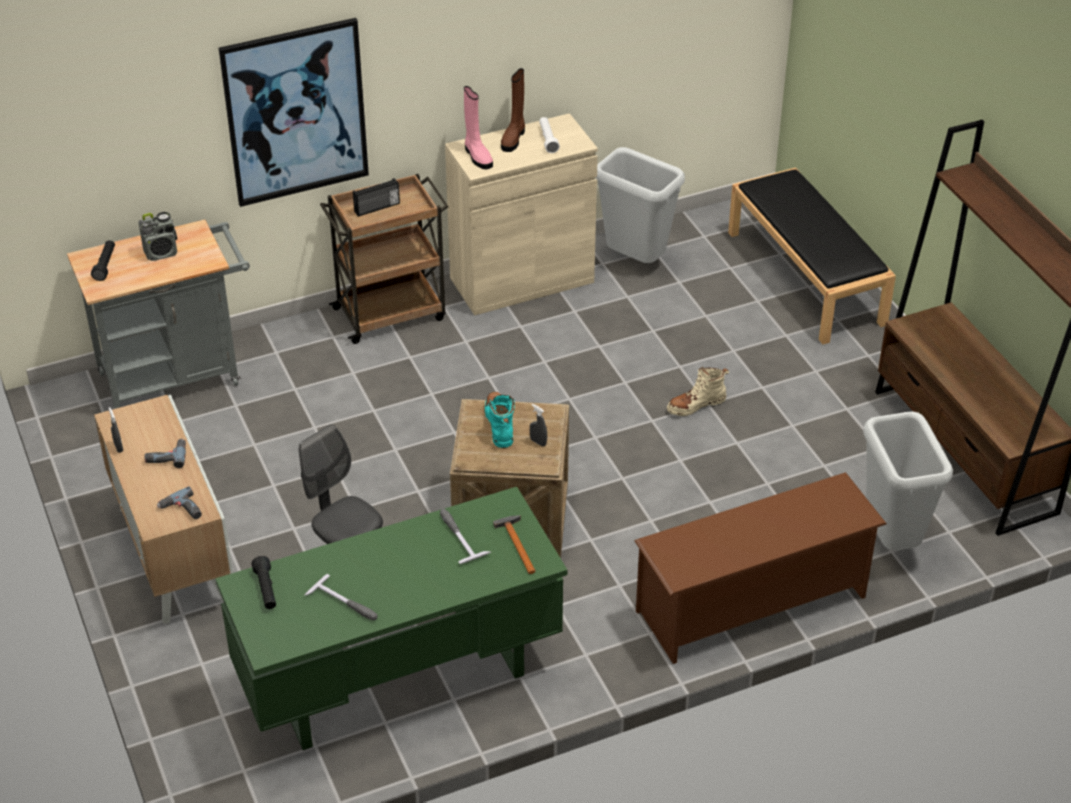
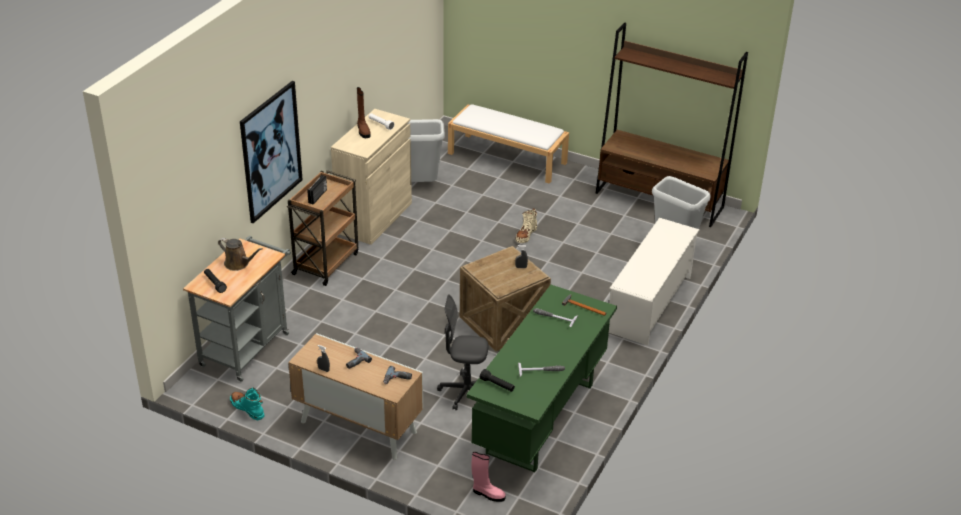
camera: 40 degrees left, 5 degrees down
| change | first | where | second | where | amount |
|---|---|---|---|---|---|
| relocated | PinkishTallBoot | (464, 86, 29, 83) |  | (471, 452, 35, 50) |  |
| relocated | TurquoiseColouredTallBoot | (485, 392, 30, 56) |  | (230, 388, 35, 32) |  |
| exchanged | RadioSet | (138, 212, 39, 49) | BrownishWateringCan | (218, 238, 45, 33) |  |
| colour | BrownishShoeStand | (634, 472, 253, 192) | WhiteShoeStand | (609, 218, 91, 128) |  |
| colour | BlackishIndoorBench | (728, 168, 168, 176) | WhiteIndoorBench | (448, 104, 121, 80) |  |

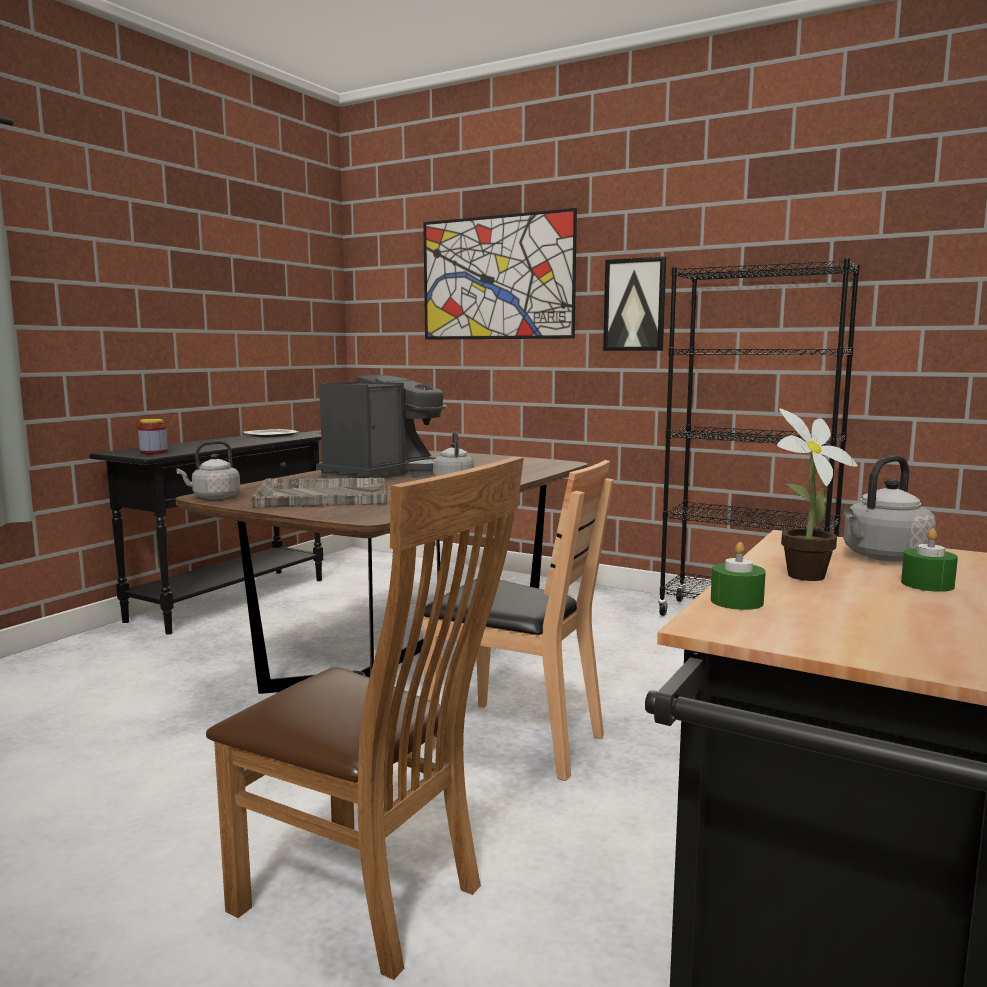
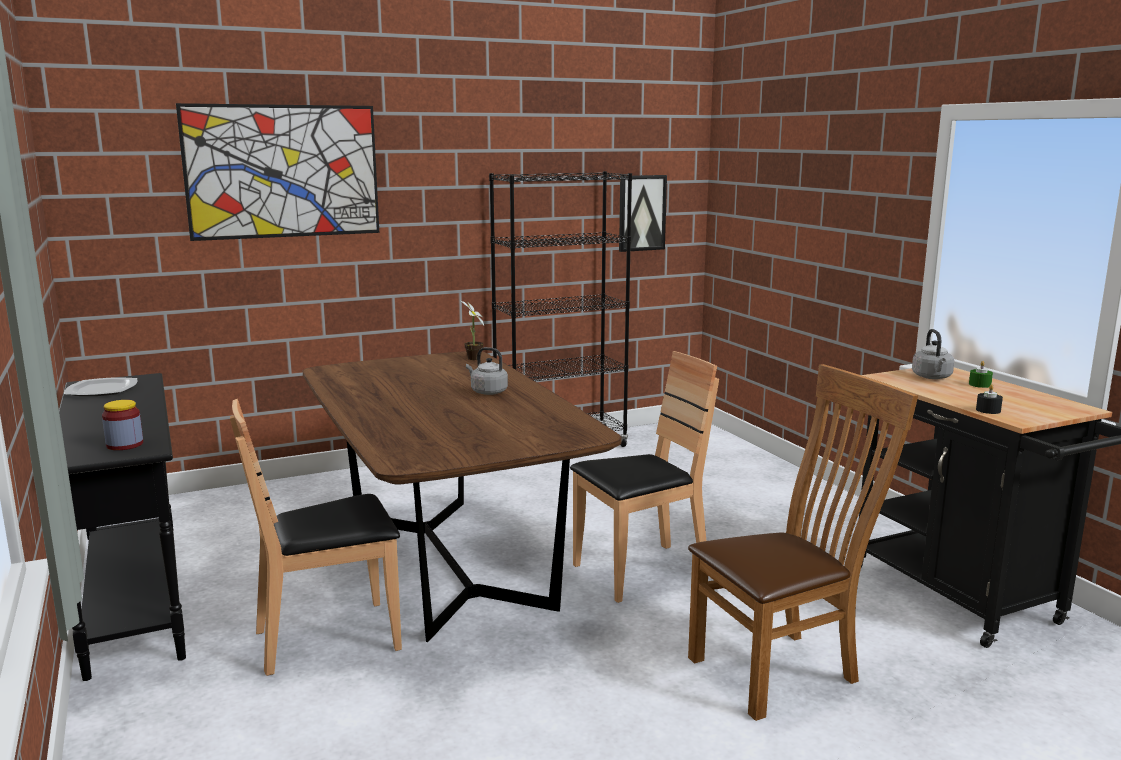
camera: 55 degrees left, 5 degrees up
| change | first | where | second | where | amount |
|---|---|---|---|---|---|
| missing | GreyishWaterKettle | (176, 441, 64, 58) |  |  |  |
| missing | GreyishCarryingTray | (250, 478, 137, 30) |  |  |  |
| missing | CoffeeMaker | (316, 375, 131, 103) |  |  |  |
| appeared |  |  | BrownishUprightChair | (230, 399, 172, 277) |  |
| relocated | WallPicture | (603, 256, 63, 95) |  | (619, 175, 48, 77) |  |
| relocated | PottedPlant | (777, 408, 81, 173) |  | (461, 301, 23, 59) |  |
| colour | GreenishCandle | (711, 542, 55, 68) | BlackishCandle | (976, 384, 27, 30) |  |

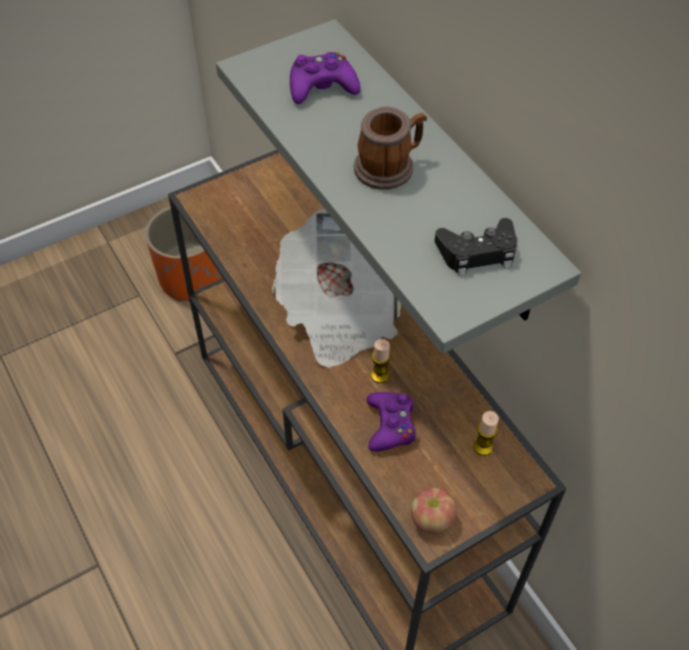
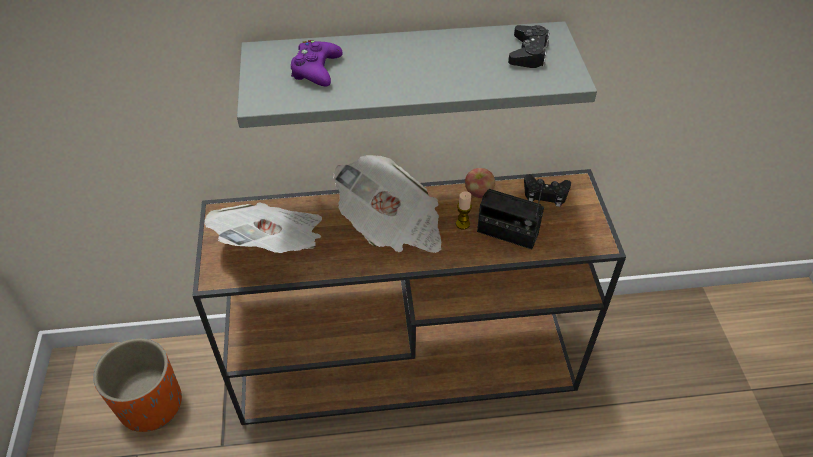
camera: 65 degrees left, 5 degrees down
| change | first | where | second | where | amount |
|---|---|---|---|---|---|
| missing | Mug | (354, 106, 73, 84) |  |  |  |
| appeared |  |  | PrintedPaper | (204, 203, 118, 50) |  |
| relocated | WholeApple | (411, 488, 46, 46) |  | (465, 168, 30, 30) |  |
| exchanged | PurpleColouredJoypad | (367, 392, 49, 60) | RadioSet | (477, 184, 67, 65) |  |
| exchanged | Candle | (473, 411, 26, 45) | BlackishJoypad | (524, 174, 47, 33) |  |

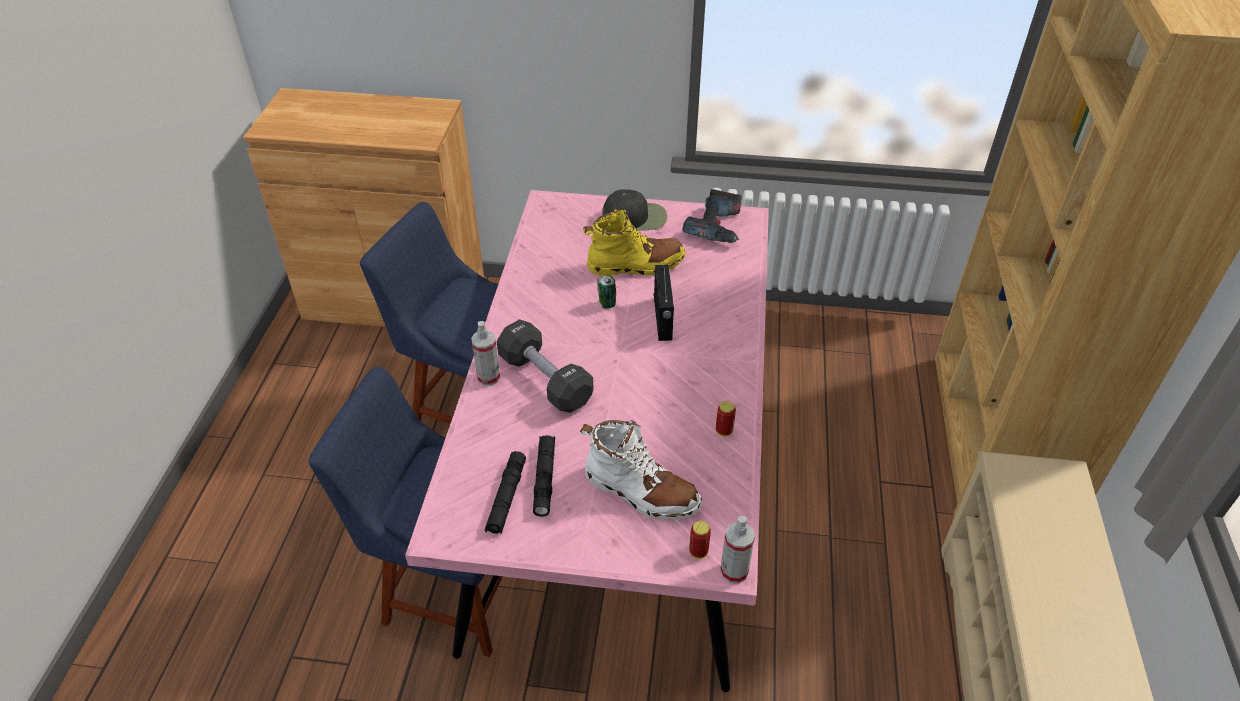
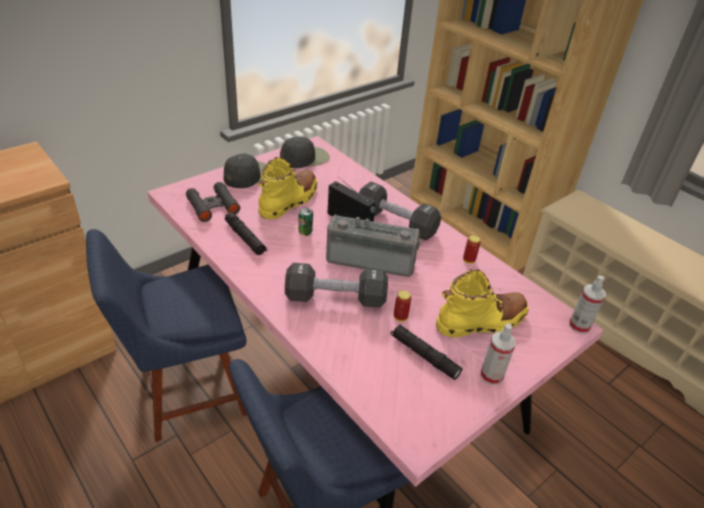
camera: 50 degrees left, 5 degrees down
| change | first | where | second | where | amount |
|---|---|---|---|---|---|
| appeared |  |  | BlackishBinoculars | (186, 182, 54, 40) |  |
| appeared |  |  | RadioSet | (326, 215, 95, 62) |  |
| appeared |  |  | BlackishHandWeight | (359, 182, 82, 58) |  |
| relocated | Sprayer | (471, 321, 29, 65) |  | (481, 323, 35, 62) |  |
| relocated | BlackishHandTorch | (485, 451, 41, 84) |  | (225, 212, 42, 43) |  |
| relocated | SealedCan | (689, 521, 22, 38) |  | (394, 290, 17, 31) |  |
| exchanged | Drill | (682, 189, 59, 54) | BlackishBaseballCap | (280, 137, 50, 31) |  |
| colour | WhiteTallBoot | (580, 420, 122, 101) | YellowishTallBoot | (436, 269, 93, 69) |  |

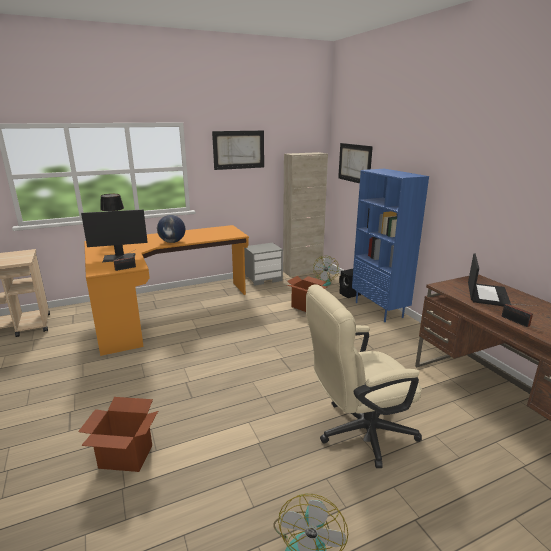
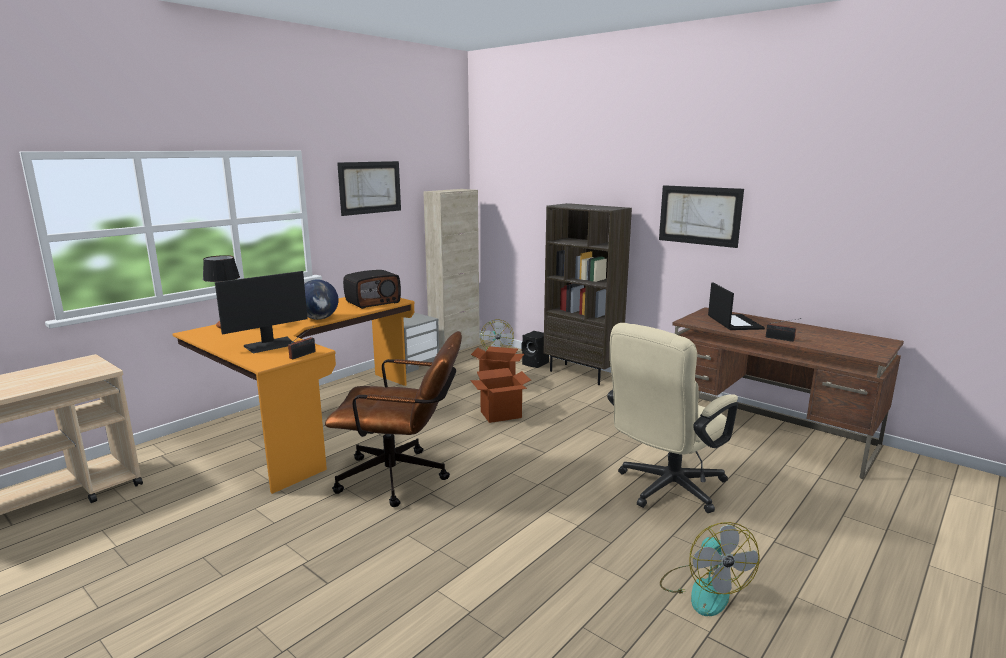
camera: 25 degrees left, 5 degrees down
| change | first | where | second | where | amount |
|---|---|---|---|---|---|
| appeared |  |  | BrownishOfficeChair | (325, 331, 137, 176) |  |
| appeared |  |  | RadioSet | (343, 270, 58, 39) |  |
| relocated | Carton | (78, 397, 80, 75) |  | (470, 368, 61, 55) |  |
| relocated | WallPicture | (338, 143, 35, 41) |  | (659, 185, 85, 63) |  |
| colour | BlueBookshelf | (352, 169, 77, 153) | BrownishBookshelf | (543, 203, 89, 182) |  |

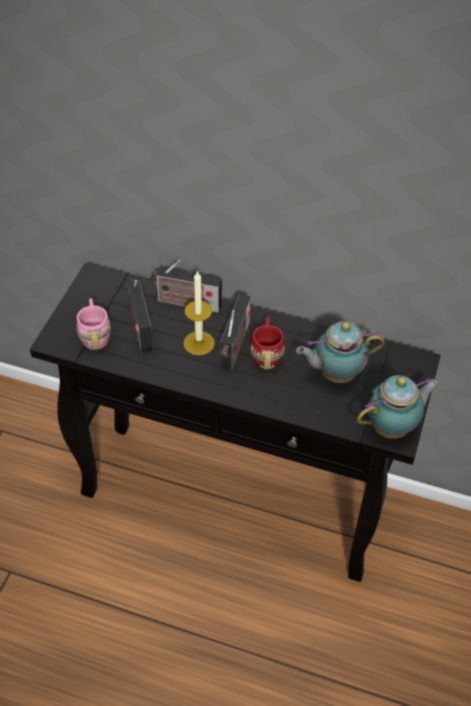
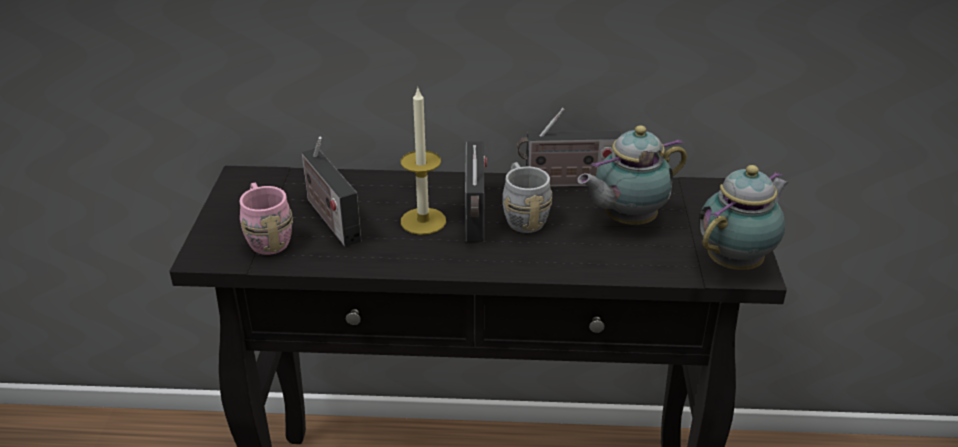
camera: 15 degrees left, 15 degrees down
| change | first | where | second | where | amount |
|---|---|---|---|---|---|
| relocated | RadioSet | (150, 259, 72, 54) |  | (517, 108, 104, 79) |  |
| colour | ReddishMug | (250, 317, 35, 53) | GreyishMug | (503, 162, 49, 71) |  |

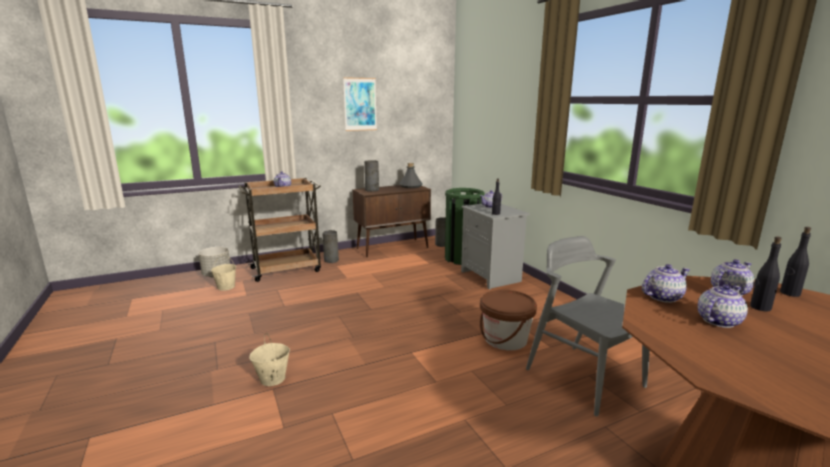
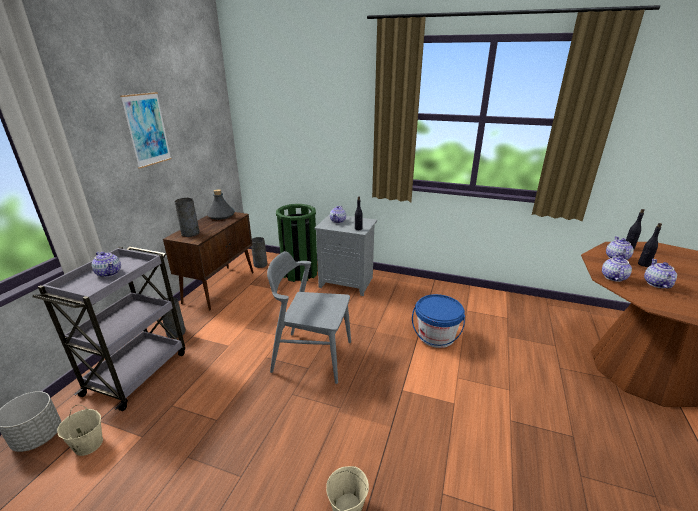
camera: 45 degrees left, 10 degrees up
| change | first | where | second | where | amount |
|---|---|---|---|---|---|
| relocated | GreyishUprightChair | (526, 236, 124, 181) |  | (267, 251, 84, 133) |  |
| colour | BrownishTrolley | (238, 178, 83, 104) | GreyishTrolley | (33, 246, 152, 165) |  |
| colour | BrownishPail | (480, 290, 57, 61) | BluePail | (412, 294, 53, 54) |  |

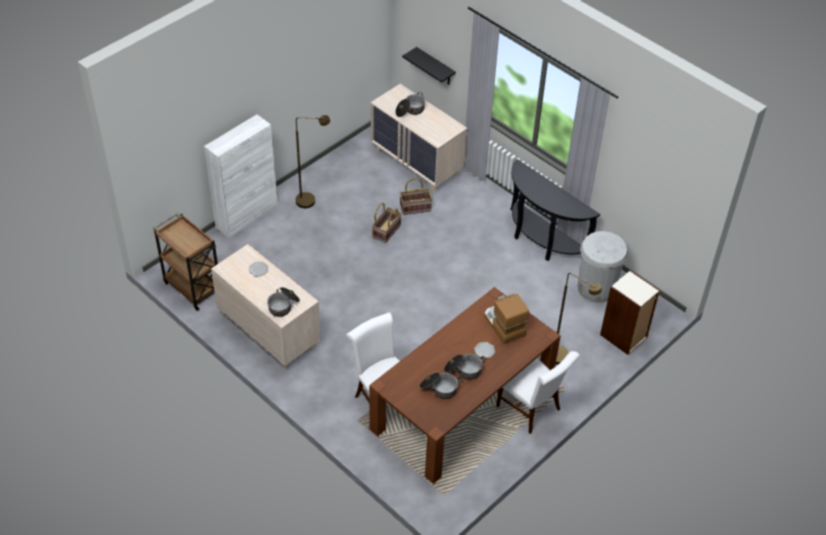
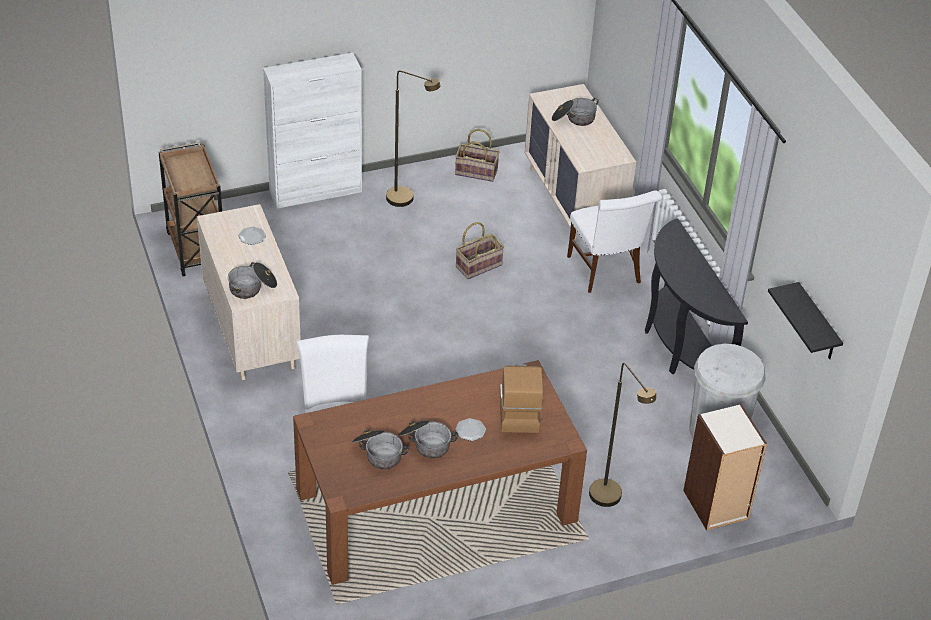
camera: 25 degrees right, 5 degrees down
| change | first | where | second | where | amount |
|---|---|---|---|---|---|
| relocated | Basket | (400, 178, 32, 37) |  | (455, 129, 45, 53) |  |
| relocated | BlackishWallShelf | (402, 47, 54, 37) |  | (768, 282, 75, 77) |  |
| relocated | WhiteUprightChair | (496, 351, 84, 83) |  | (567, 190, 95, 103) |  |

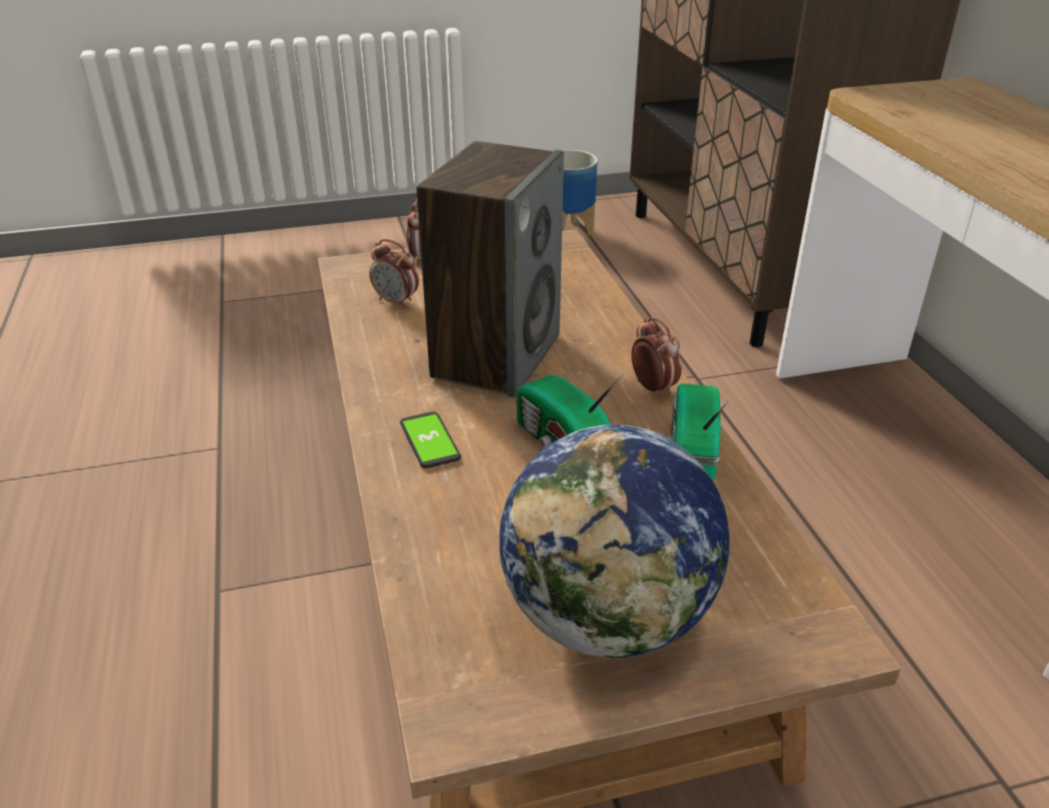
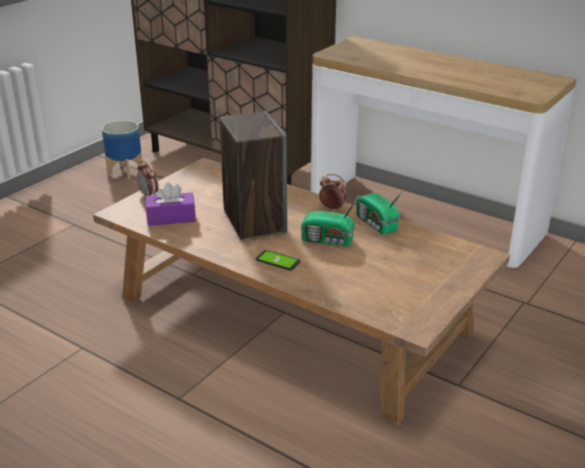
camera: 40 degrees left, 5 degrees down
| change | first | where | second | where | amount |
|---|---|---|---|---|---|
| missing | Globe | (499, 425, 231, 233) |  |  |  |
| exchanged | TableClock | (370, 239, 49, 69) | PurpleColouredBoxOfTissues | (146, 182, 50, 44) |  |

